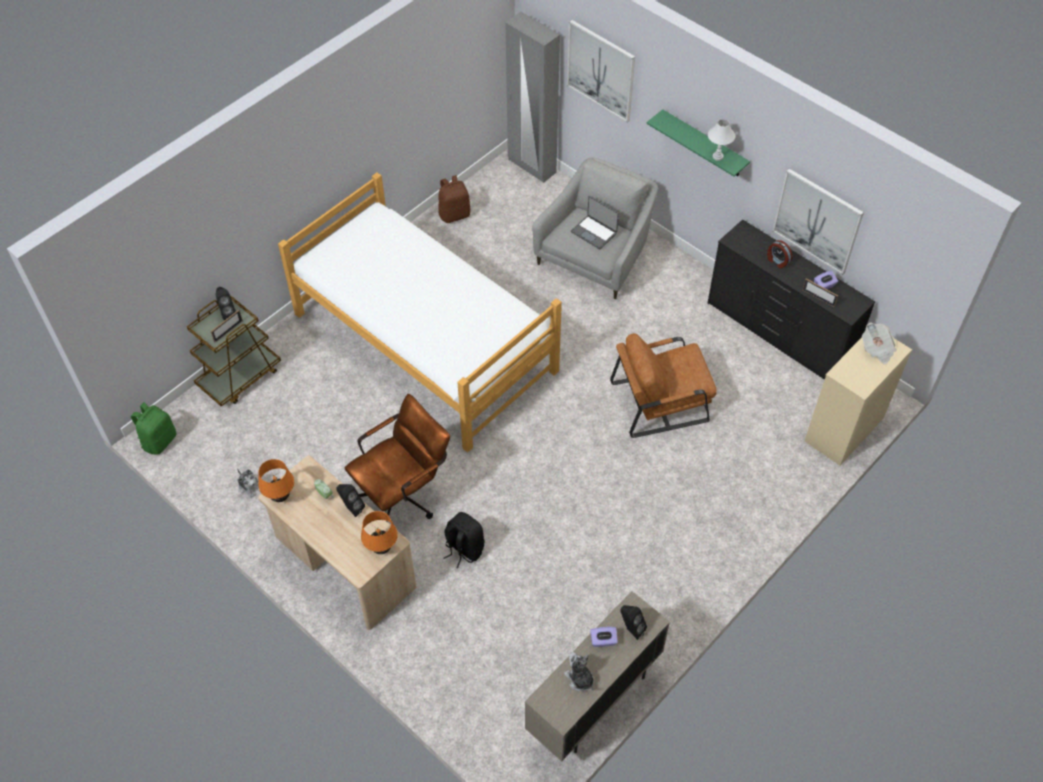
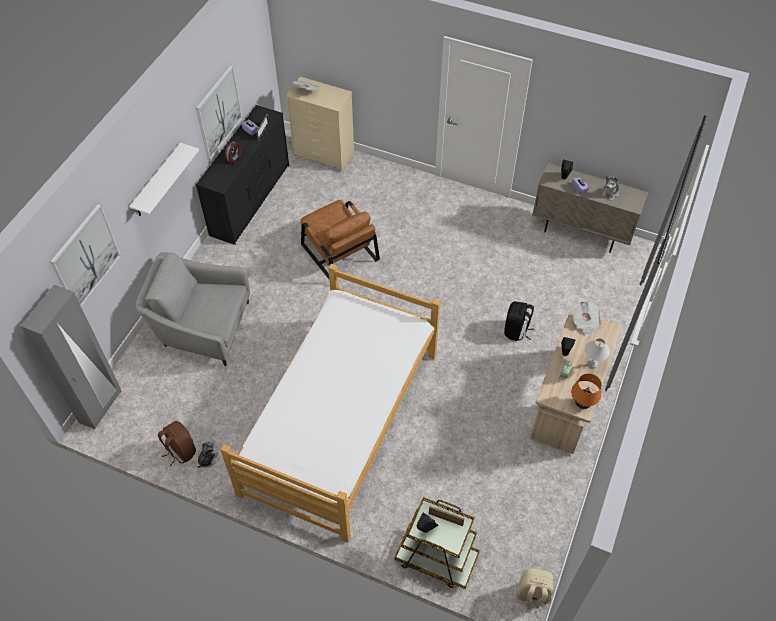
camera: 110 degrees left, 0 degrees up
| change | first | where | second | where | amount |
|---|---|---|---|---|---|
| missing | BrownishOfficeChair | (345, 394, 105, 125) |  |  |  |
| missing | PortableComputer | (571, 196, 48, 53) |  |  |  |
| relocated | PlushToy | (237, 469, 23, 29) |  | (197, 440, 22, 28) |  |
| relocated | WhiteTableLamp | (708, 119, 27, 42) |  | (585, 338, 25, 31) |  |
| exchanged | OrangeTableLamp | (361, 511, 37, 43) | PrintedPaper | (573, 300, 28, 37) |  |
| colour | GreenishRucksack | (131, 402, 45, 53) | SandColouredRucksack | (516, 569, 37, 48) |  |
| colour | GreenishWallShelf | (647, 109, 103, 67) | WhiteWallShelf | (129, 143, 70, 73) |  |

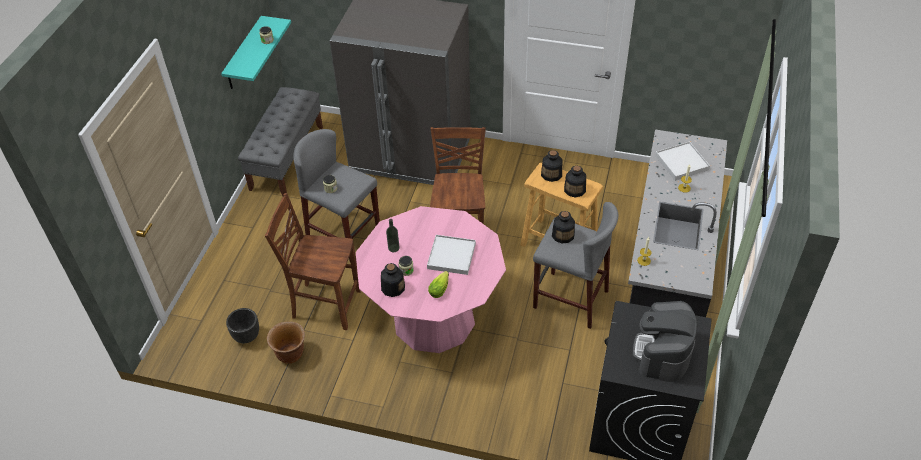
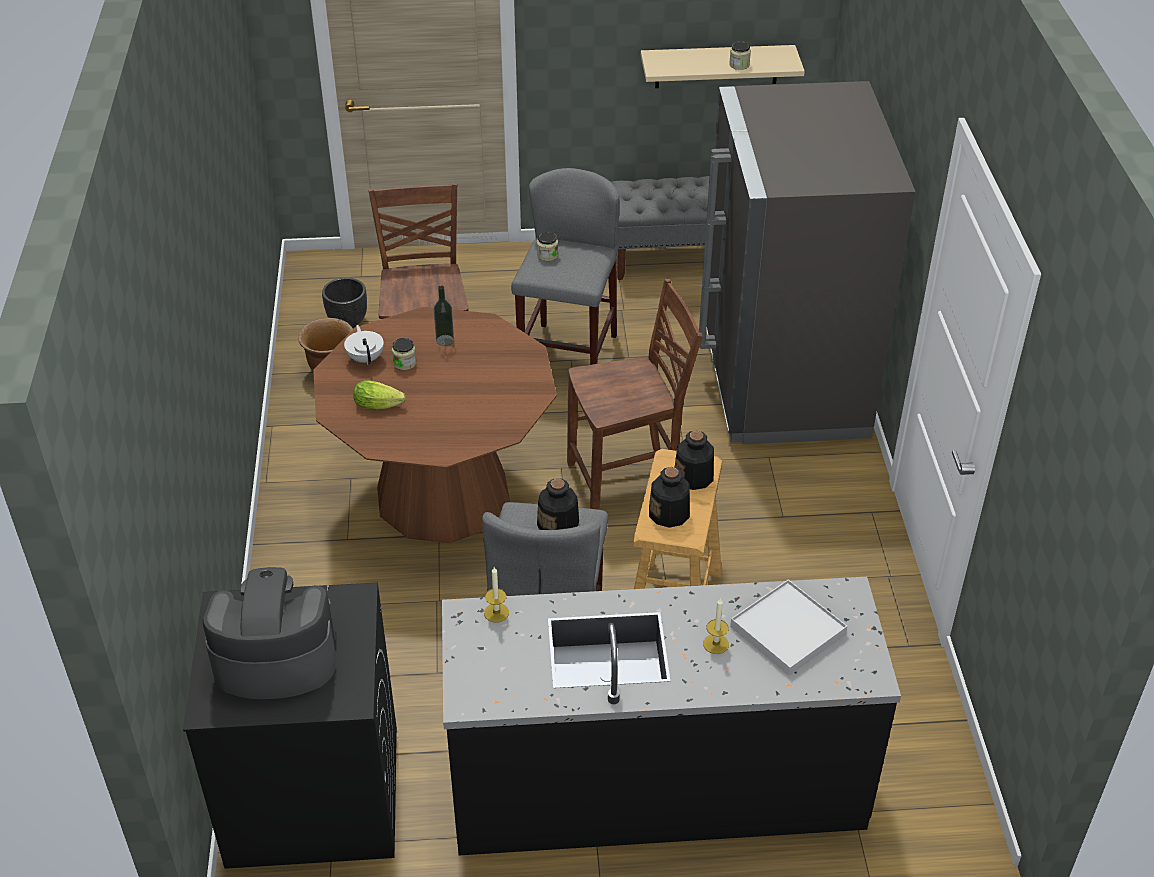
camera: 70 degrees right, 5 degrees down
| change | first | where | second | where | amount |
|---|---|---|---|---|---|
| missing | WhiteCarryingTray | (427, 235, 49, 40) |  |  |  |
| exchanged | DrinkBottle | (381, 263, 24, 34) | WhitePotForTea | (344, 325, 40, 40) |  |
| colour | TurquoiseColouredWallShelf | (221, 16, 70, 73) | SandColouredWallShelf | (641, 45, 164, 43) |  |
| colour | PinkishDinnerTable | (356, 206, 150, 147) | BrownishDinnerTable | (313, 307, 244, 236) |  |

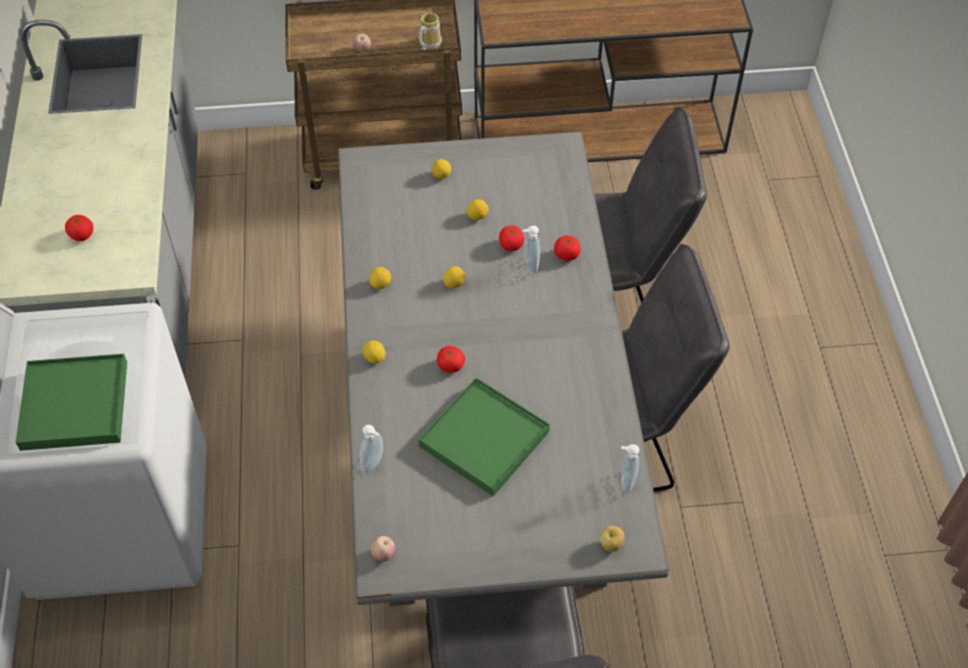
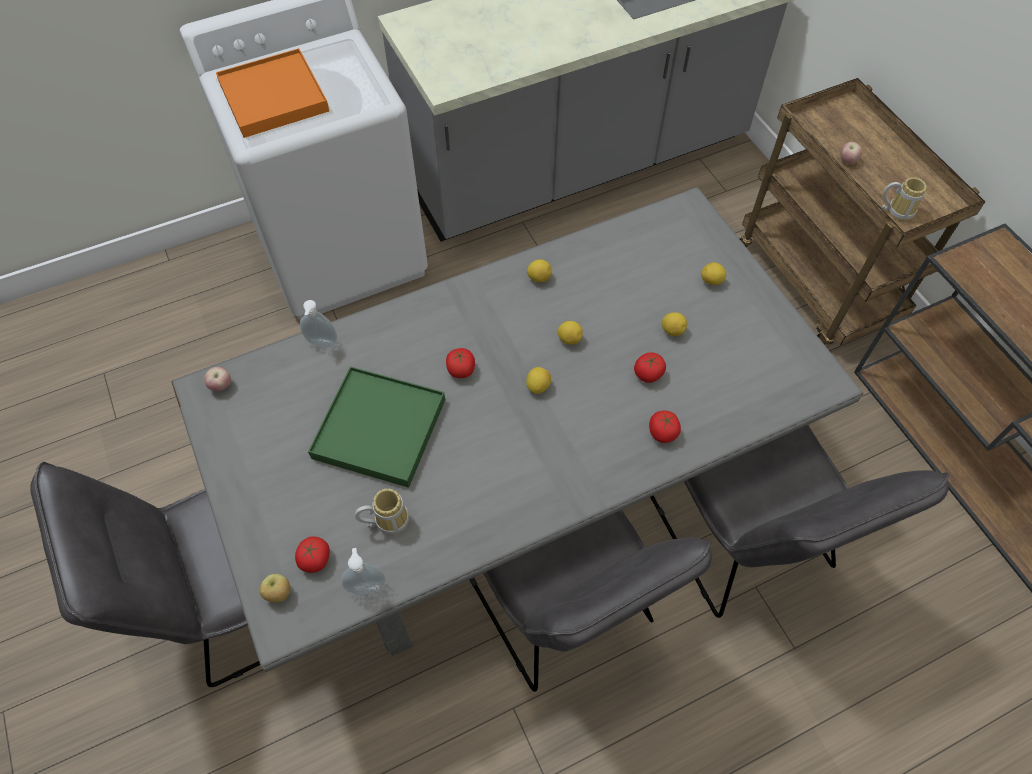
camera: 70 degrees right, 5 degrees up
| change | first | where | second | where | amount |
|---|---|---|---|---|---|
| missing | SoapDispenser | (523, 226, 17, 48) |  |  |  |
| appeared |  |  | Mug | (355, 488, 54, 47) |  |
| relocated | Tomato | (65, 215, 28, 26) |  | (295, 536, 35, 37) |  |
| relocated | Lemon | (363, 340, 22, 24) |  | (526, 367, 25, 27) |  |
| colour | GreenishCarryingTray | (16, 354, 111, 97) | OrangeCarryingTray | (216, 48, 113, 90) |  |

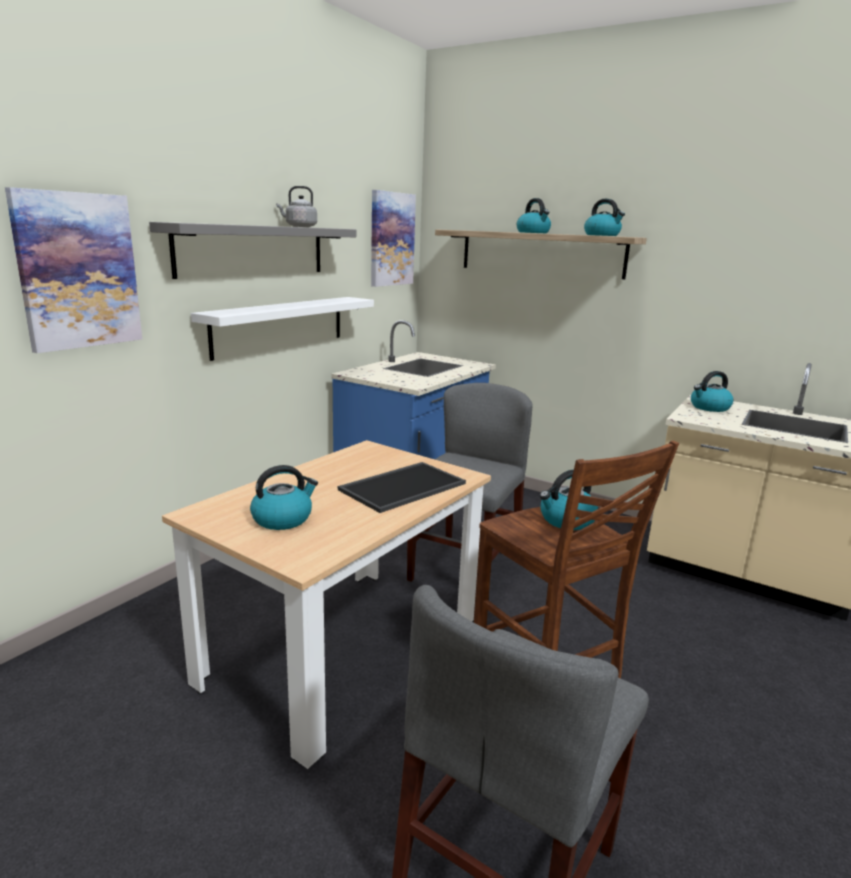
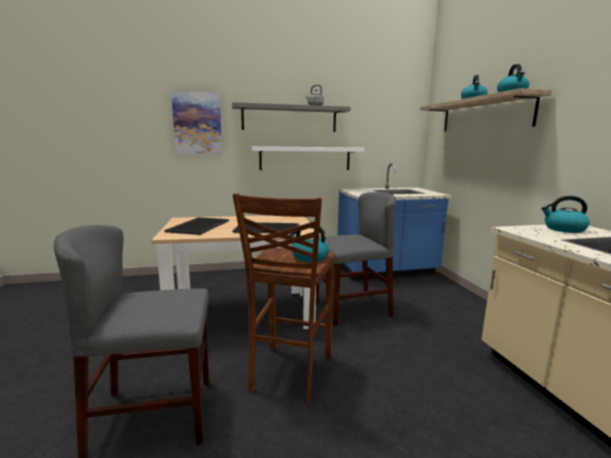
camera: 45 degrees right, 5 degrees down
| change | first | where | second | where | amount |
|---|---|---|---|---|---|
| missing | WallPicture | (371, 190, 45, 97) |  |  |  |
| exchanged | WaterKettle | (250, 465, 68, 65) | CarryingTray | (165, 217, 64, 18) |  |

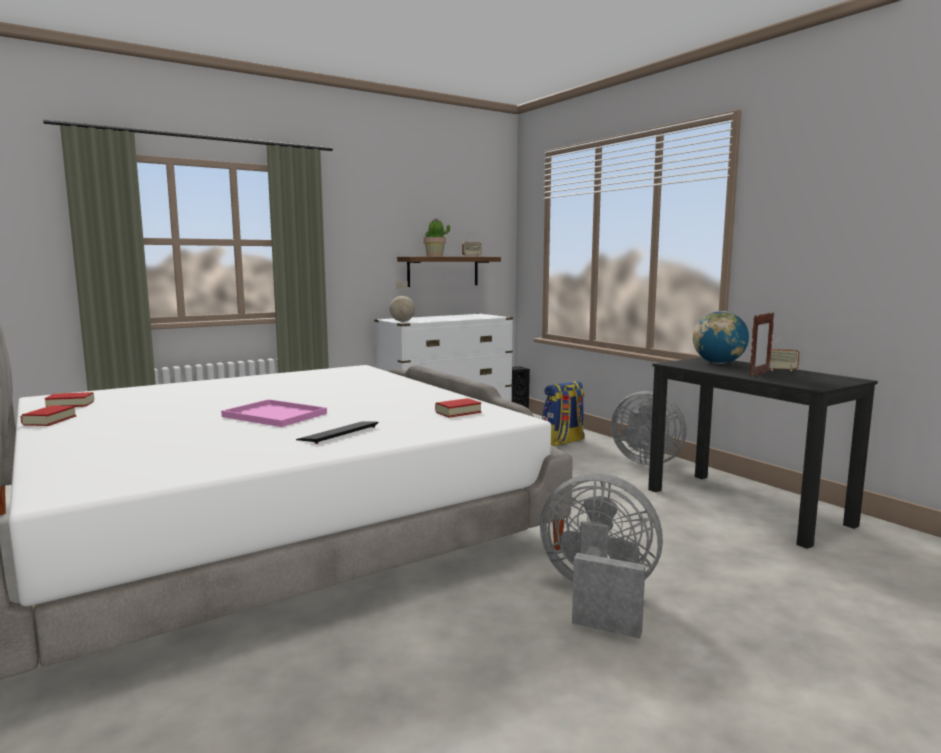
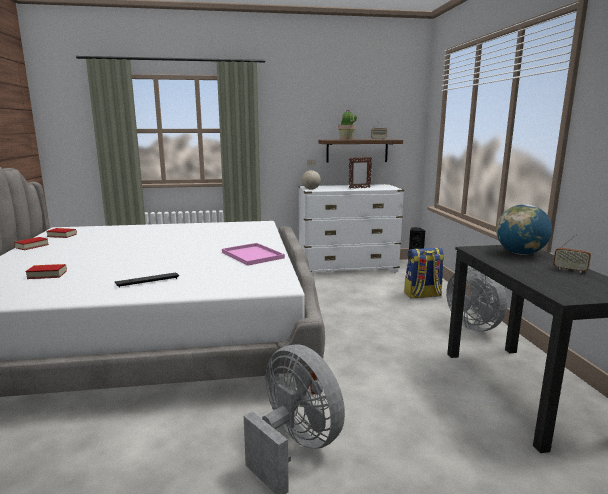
camera: 25 degrees right, 5 degrees up
| change | first | where | second | where | amount |
|---|---|---|---|---|---|
| relocated | PinkishCarryingTray | (221, 399, 106, 28) |  | (222, 243, 63, 23) |  |
| relocated | BoundBook | (435, 398, 47, 20) |  | (25, 264, 42, 15) |  |
| relocated | PictureFrame | (750, 312, 24, 65) |  | (349, 157, 23, 32) |  |

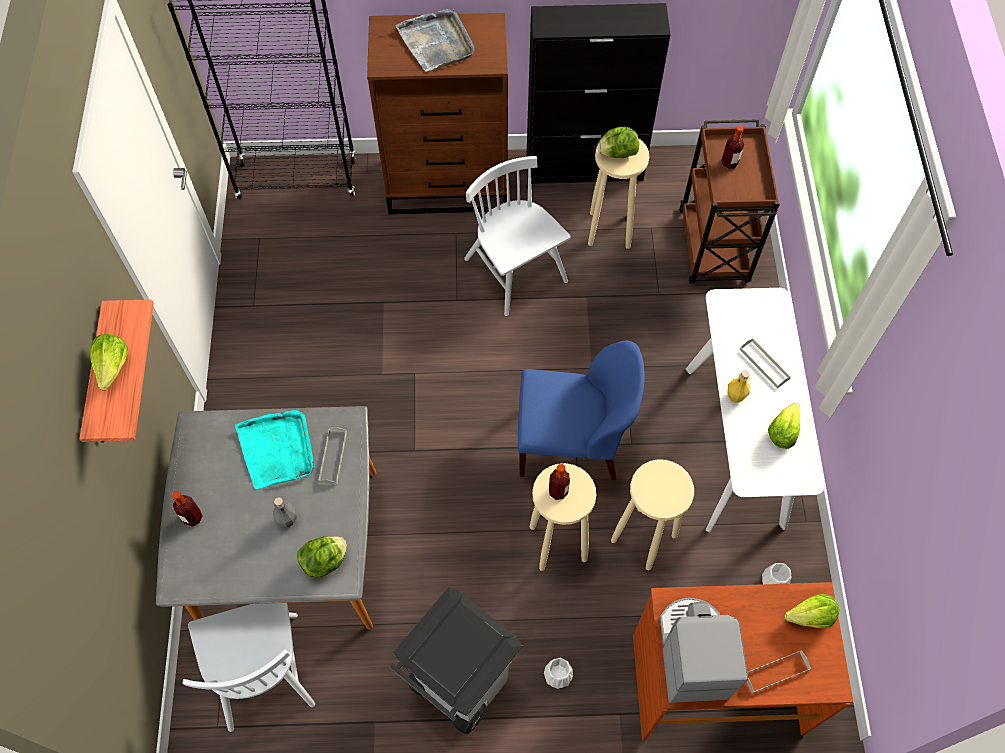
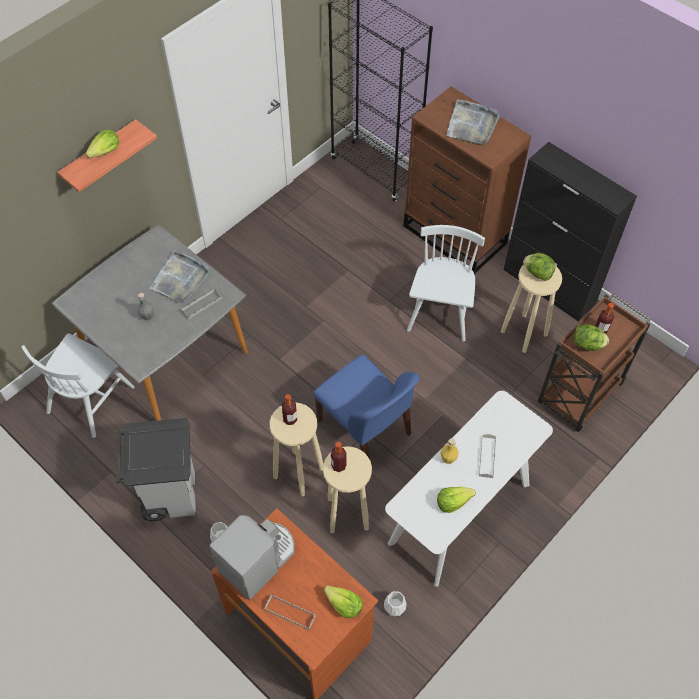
camera: 45 degrees right, 5 degrees down
| change | first | where | second | where | amount |
|---|---|---|---|---|---|
| relocated | DrinkBottle | (172, 491, 31, 36) |  | (331, 442, 16, 30) |  |
| relocated | HeadOfLettuce | (297, 536, 50, 42) |  | (573, 324, 36, 27) |  |
| colour | TurquoiseColouredCarryingTray | (235, 410, 79, 79) | GreyishCarryingTray | (150, 250, 60, 53) |  |

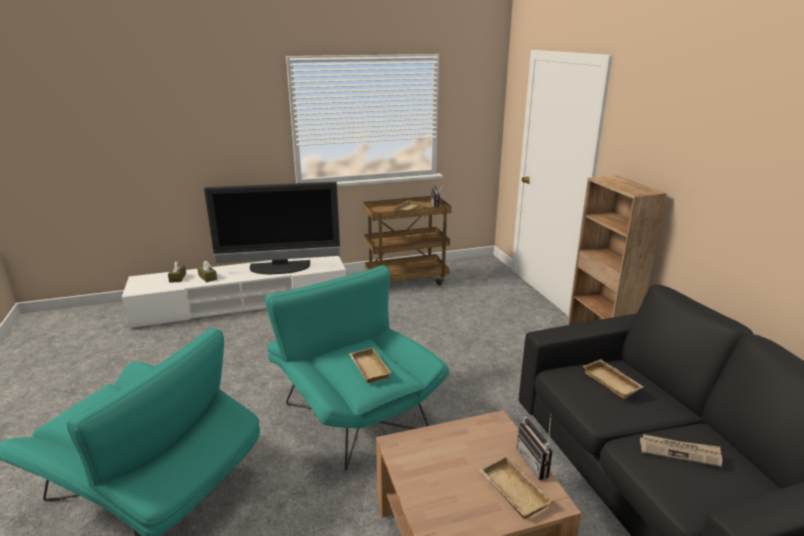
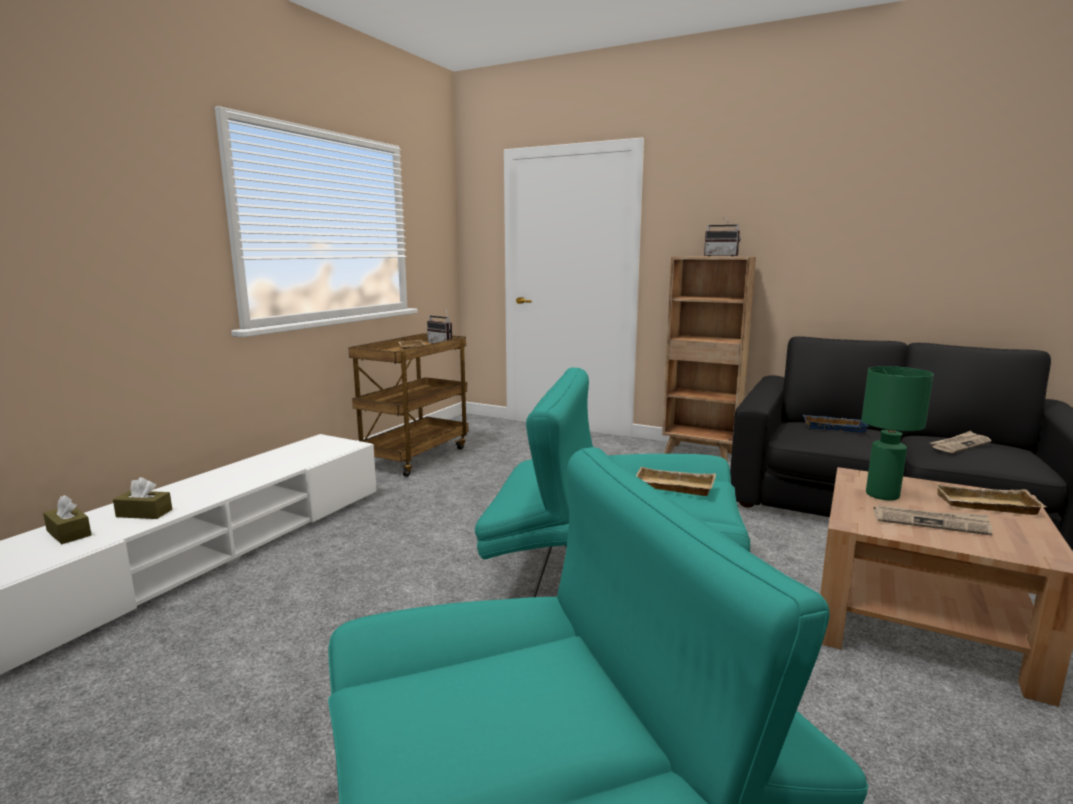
camera: 45 degrees left, 10 degrees down
| change | first | where | second | where | amount |
|---|---|---|---|---|---|
| missing | Tv | (204, 182, 136, 92) |  |  |  |
| appeared |  |  | GreenishTableLamp | (862, 366, 72, 134) |  |
| appeared |  |  | PrintedPaper | (873, 505, 120, 31) |  |
| relocated | RadioSet | (516, 414, 37, 66) |  | (704, 217, 36, 40) |  |
| colour | SandColouredCarryingTray | (583, 359, 61, 40) | BlueCarryingTray | (803, 415, 66, 18) |  |

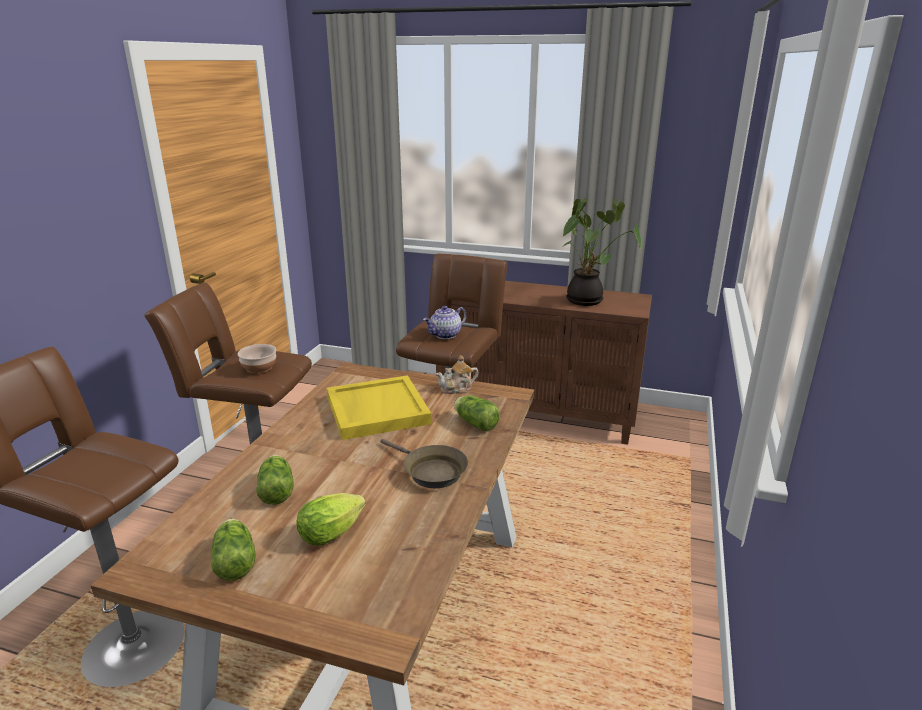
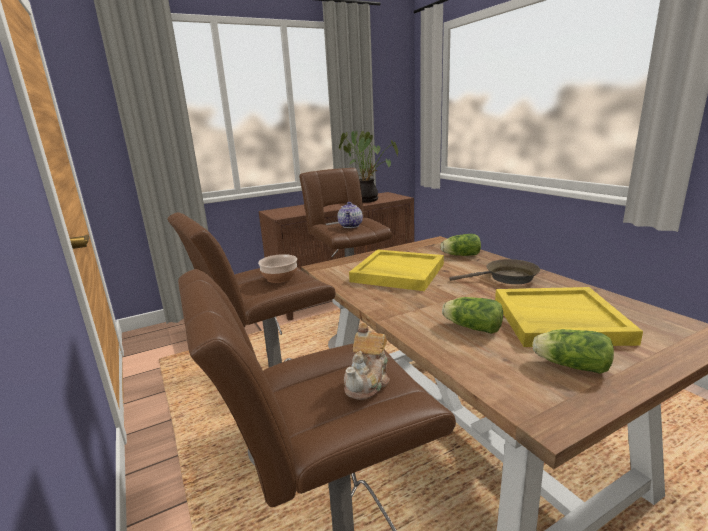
camera: 45 degrees left, 5 degrees down
| change | first | where | second | where | amount |
|---|---|---|---|---|---|
| relocated | PotForTea | (436, 355, 43, 39) |  | (344, 323, 46, 77) |  |
| exchanged | HeadOfLettuce | (296, 493, 70, 52) | YellowishCarryingTray | (495, 287, 148, 60) |  |

